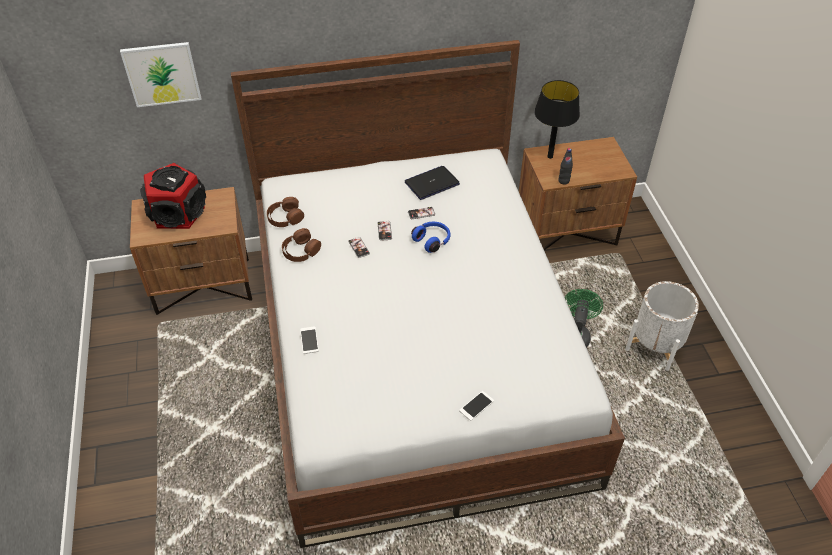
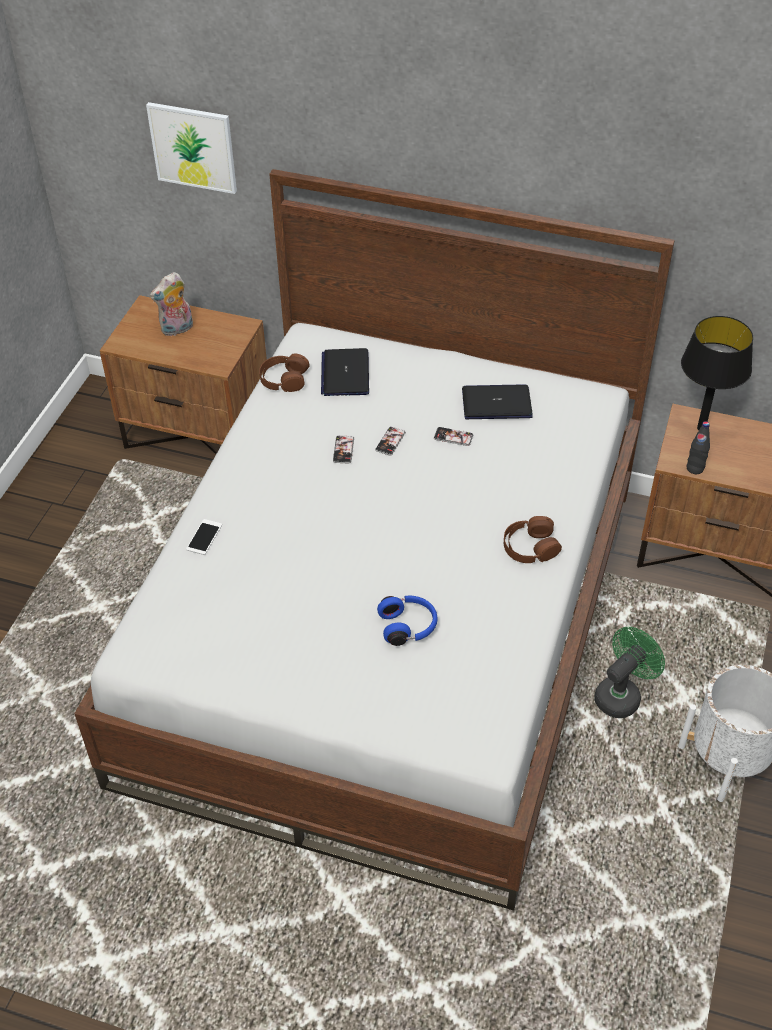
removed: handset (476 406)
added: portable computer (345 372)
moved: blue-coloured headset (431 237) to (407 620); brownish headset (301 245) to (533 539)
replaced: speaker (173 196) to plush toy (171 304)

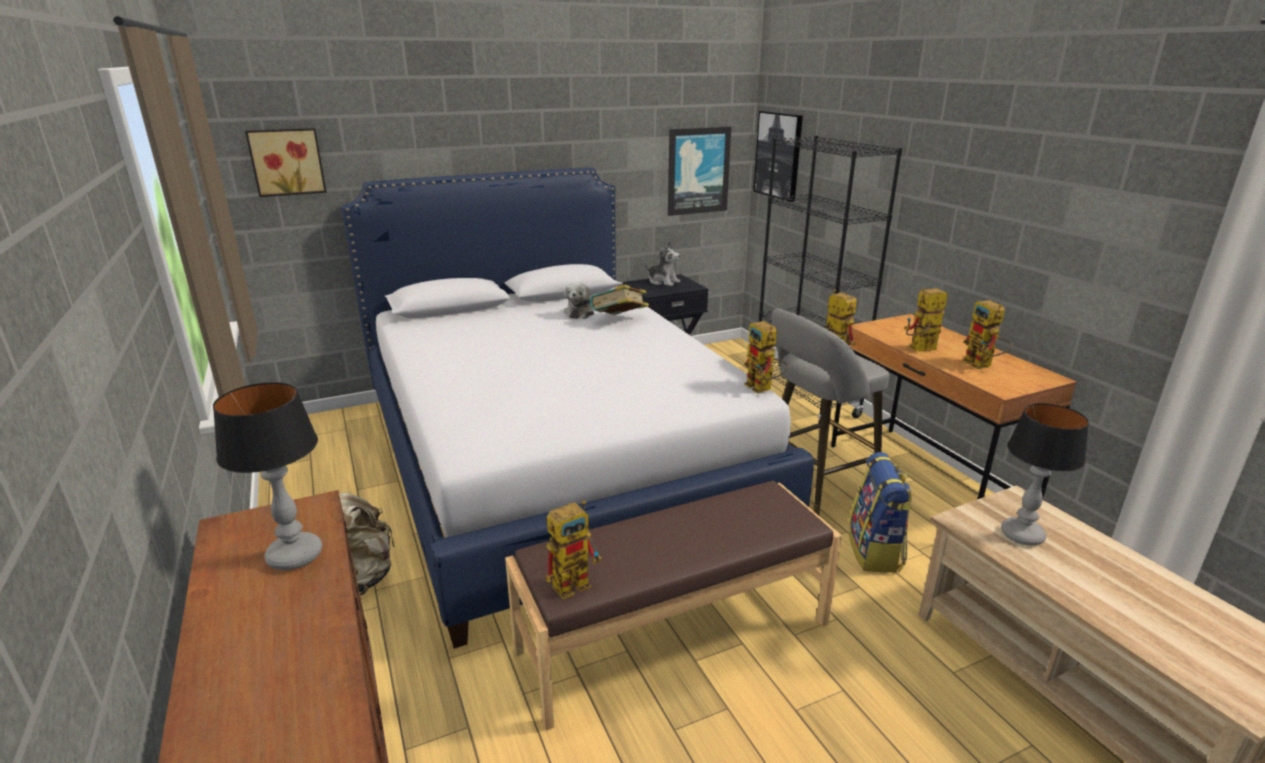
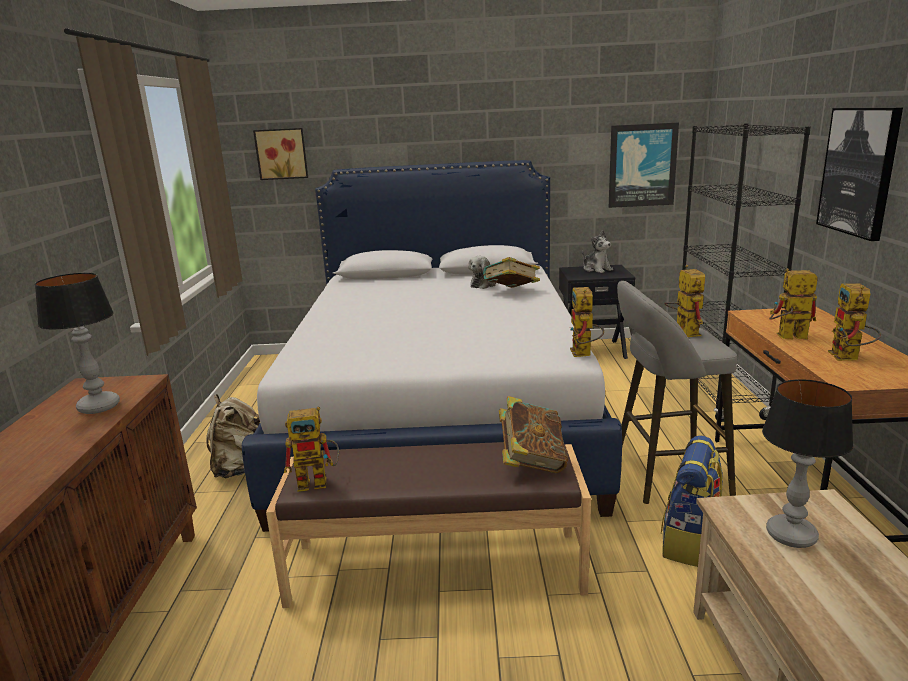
added: bound book (533 434)
moved: wall picture (778 156) to (859 174)

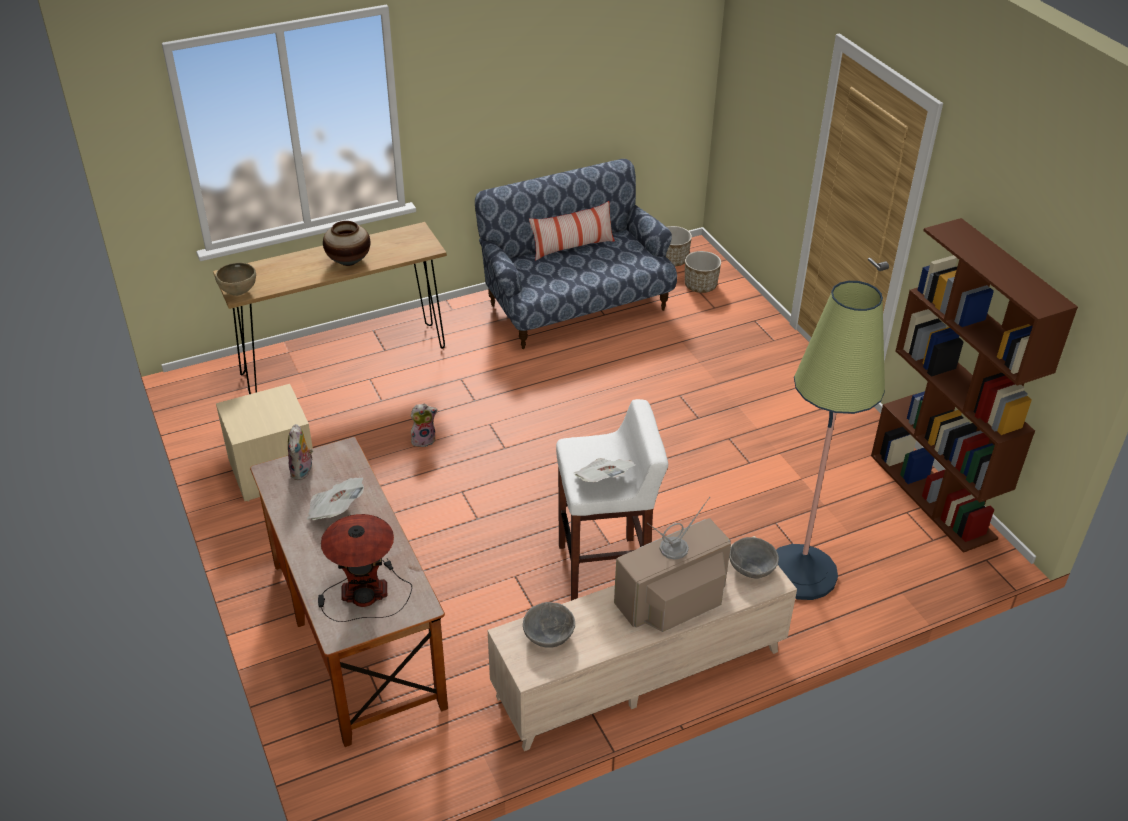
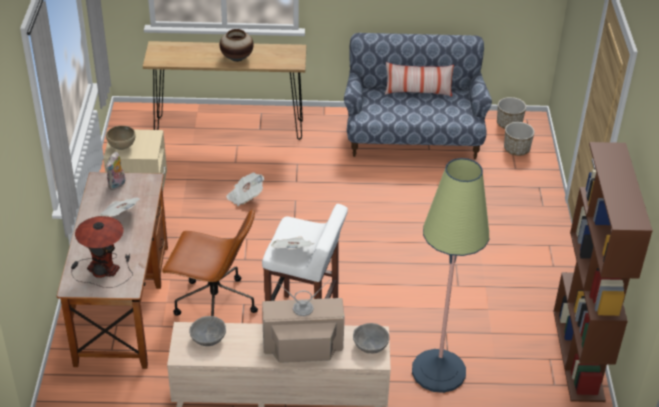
added: brownish desk chair (210 262)
moved: brownish deep dish (235 279) to (121 138)
replaced: plush toy (424 425) to newspaper (245 189)

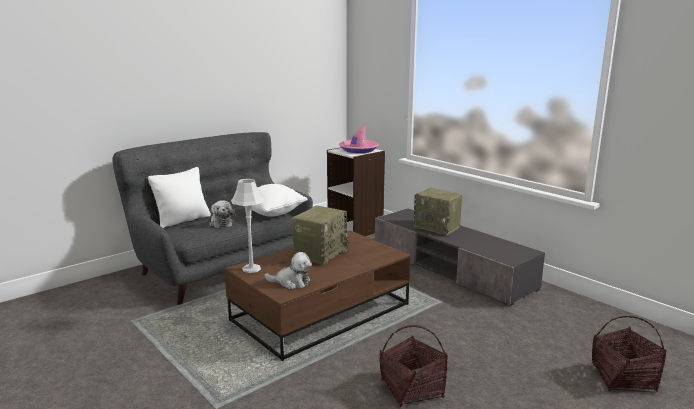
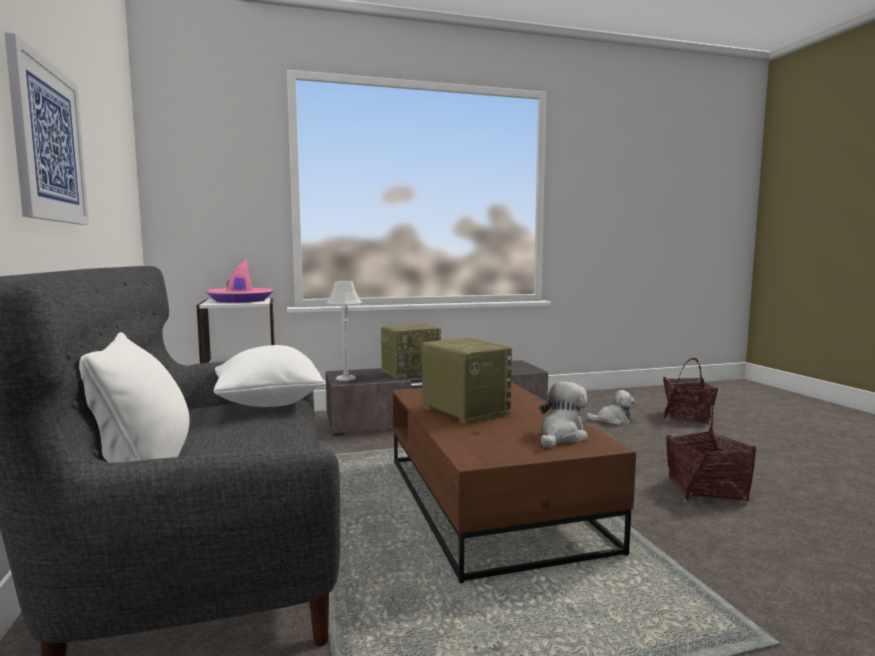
added: wall picture (46 129)
moved: grey lamp for a table (247 226) to (344 331); plush toy (222 214) to (610 407)

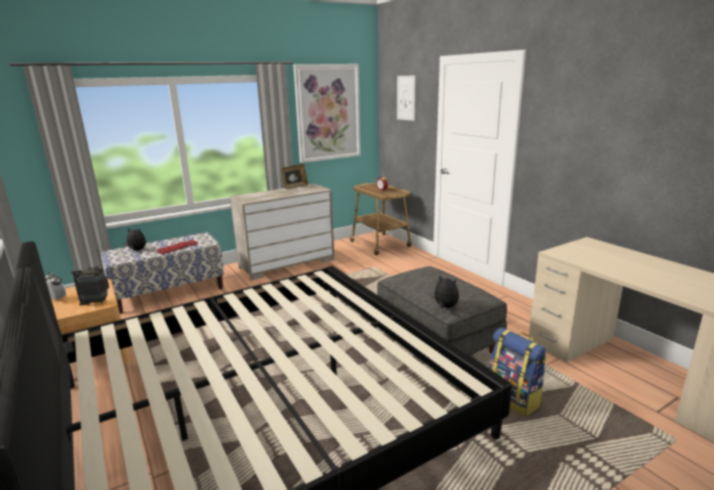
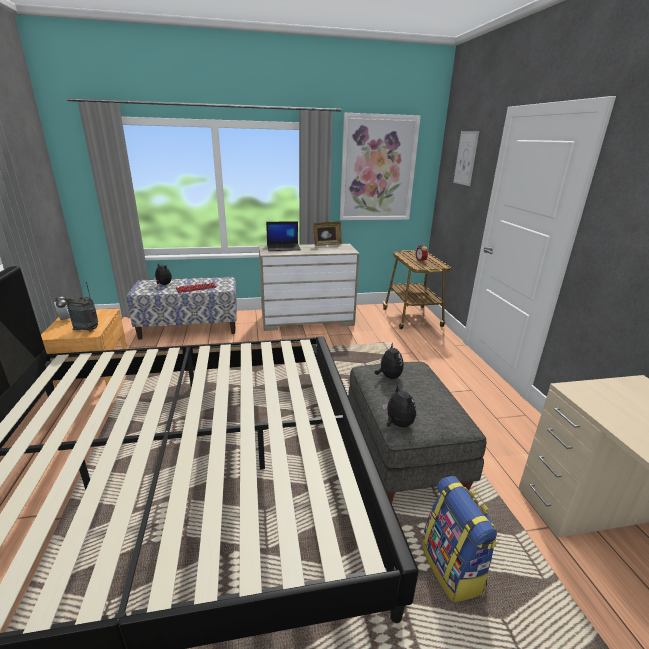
added: portable computer (283 236); plush toy (389 361)

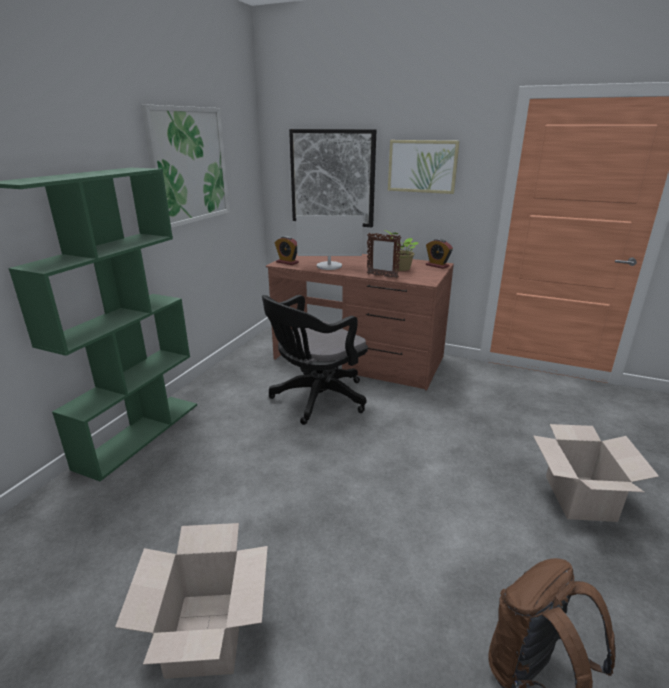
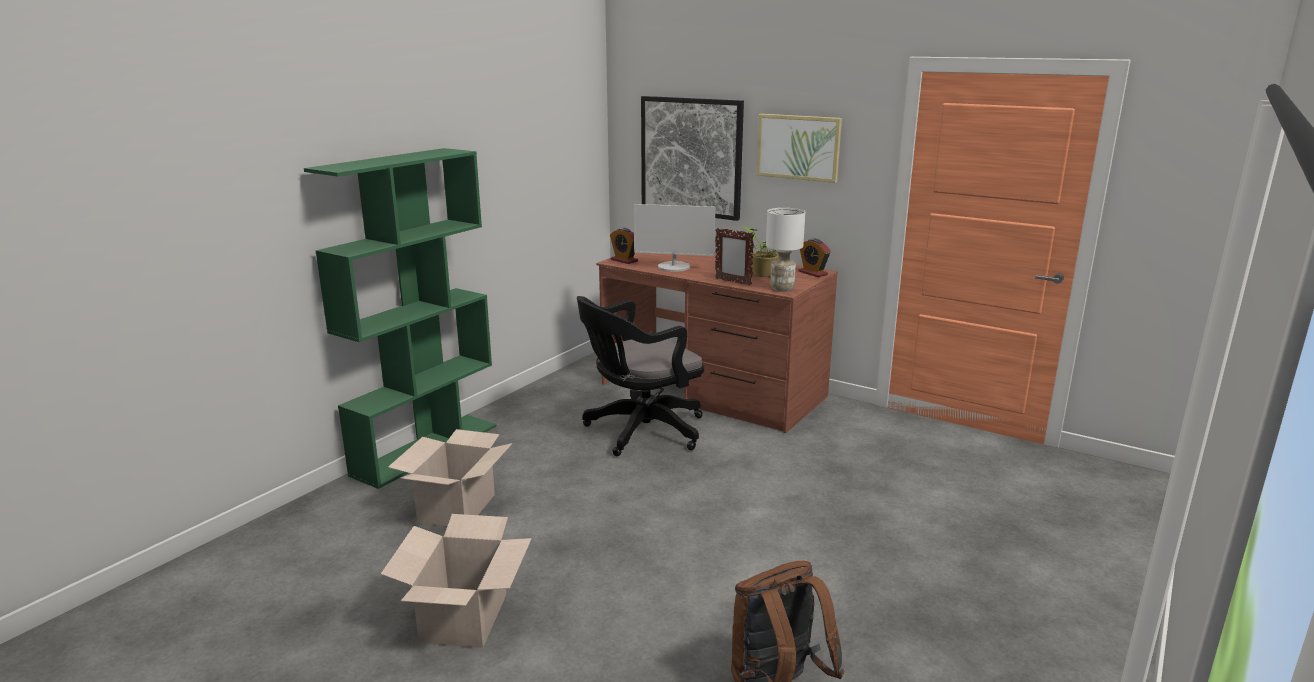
removed: wall picture (185 166)
added: white lamp for a table (785 250)
moved: packing box (596 473) to (450 478)

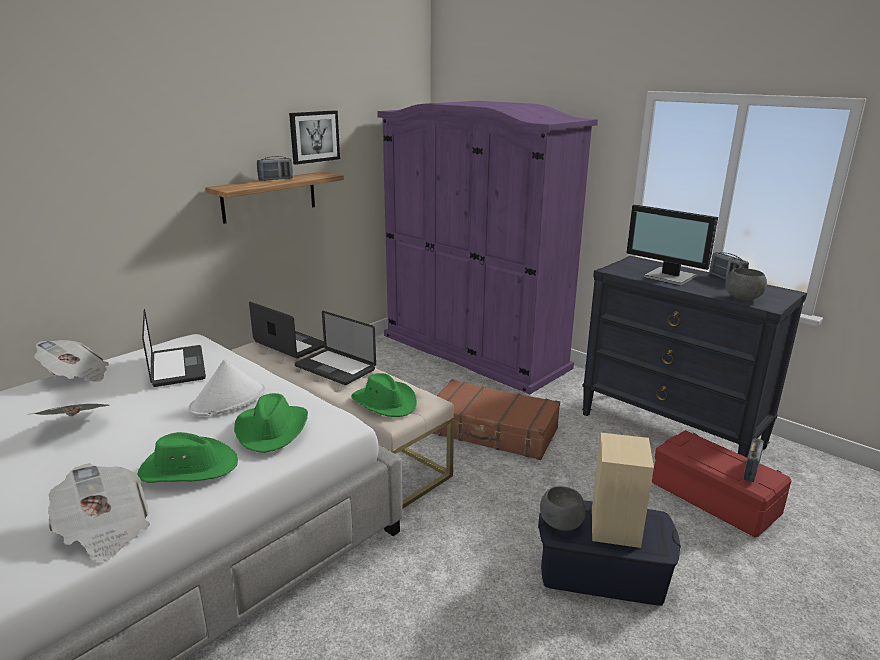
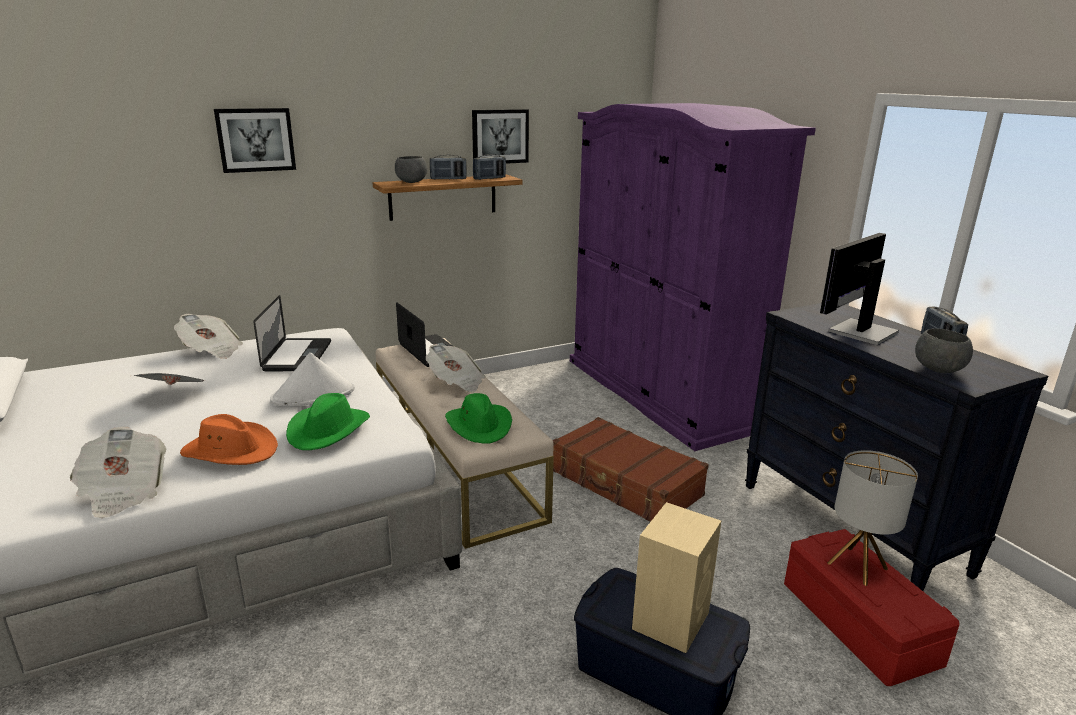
added: wall picture (255 140); lamp for a table (872 518)
moved: radio receiver (753 460) to (489 167); grey deep dish (563 508) to (411 169)
replaced: portable computer (335 348) to newspaper (455 368)
recoloured: greenish hat (187 457) to orangey hat (229 439)
turned: monitor (672 245) = (859 289) 75 degrees clockwise

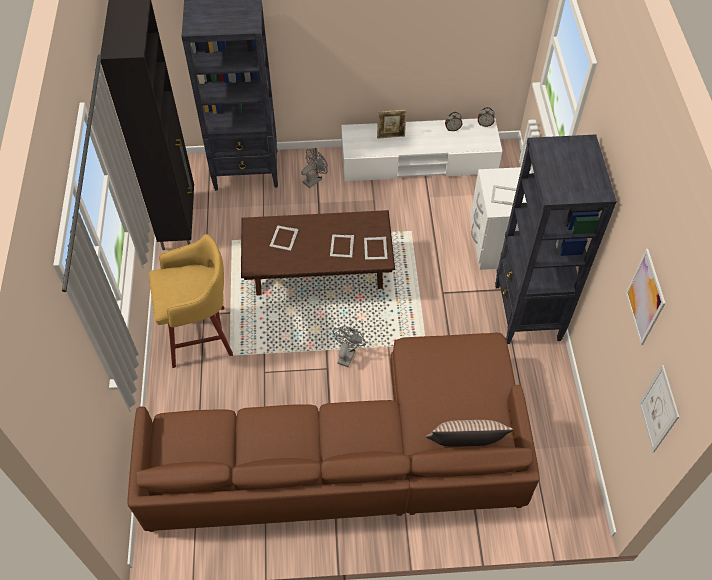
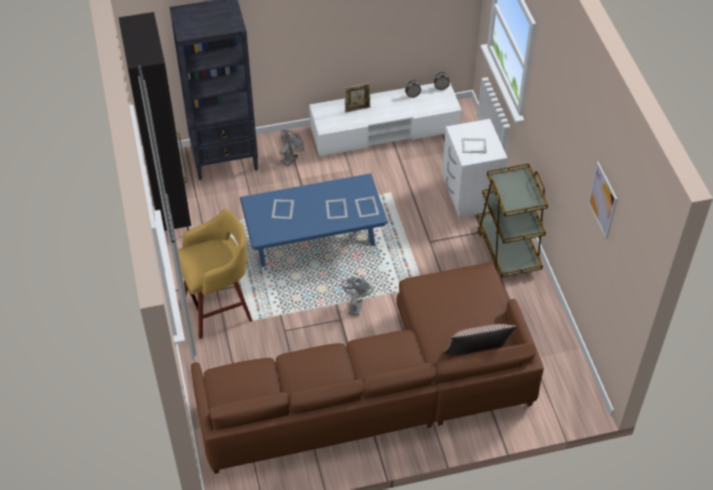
removed: wall picture (659 408)
replaced: black shelving unit (556 239) to brownish wheeled cart (512 220)
recoloured: brownish lounge table (318 253) to blue-coloured lounge table (314 220)

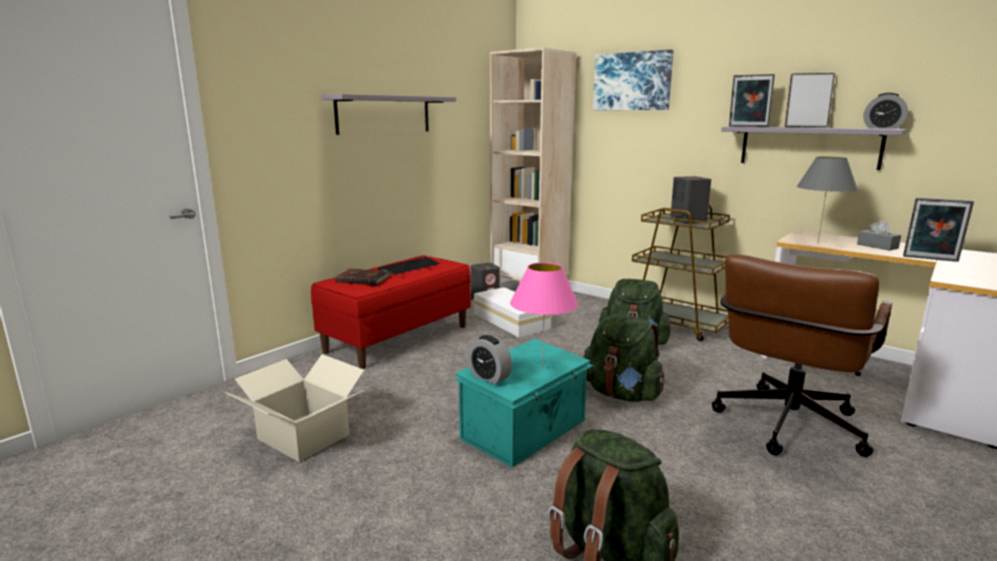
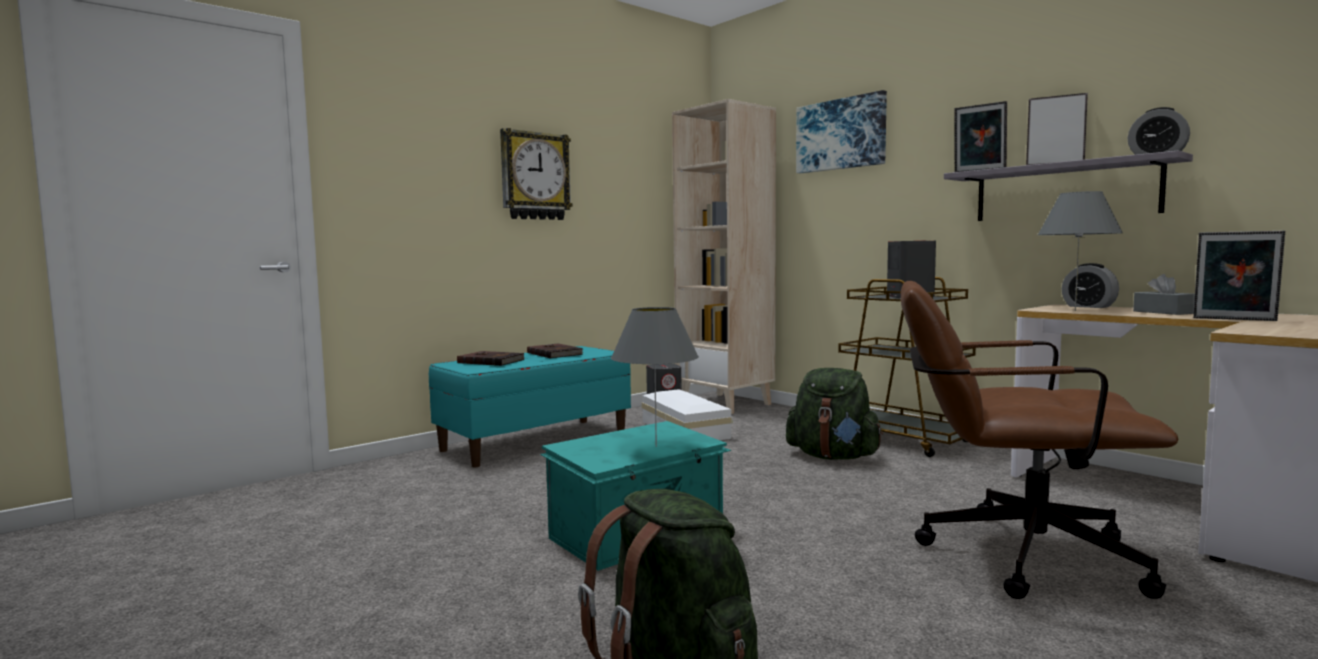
removed: greenish backpack (624 358); packing box (295 408)
moved: table clock (489 359) to (1090 285)
replaced: grey bracket shelf (388 114) to wall clock (536 174); keyboard (409 266) to brownish bound book (555 351)
recoloured: red-coloured bench (391 312) to turquoise-coloured bench (530 406); pink-coloured lamp for a table (544 316) to grey lamp for a table (655 377)
turned: brownish desk chair (802 356) = (1039 439) 60 degrees clockwise

